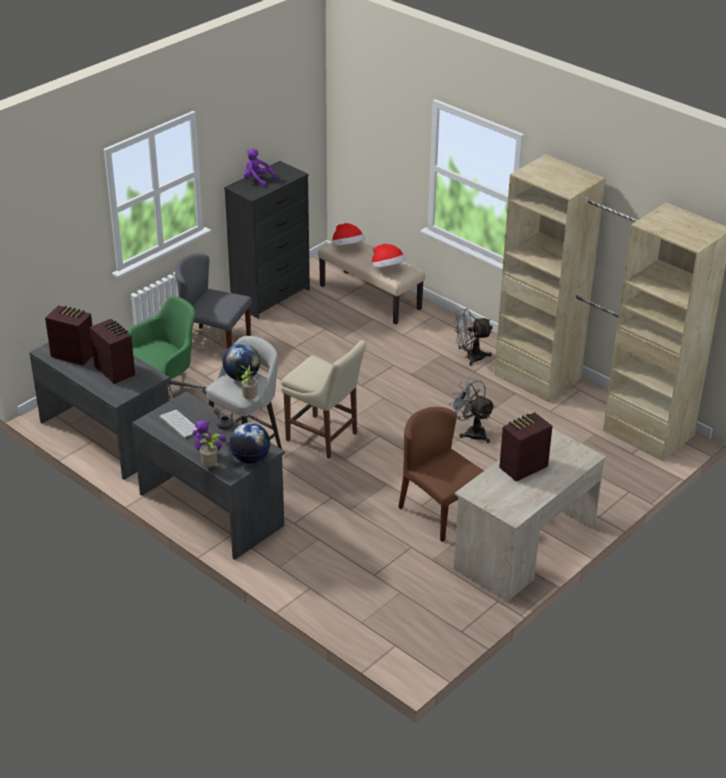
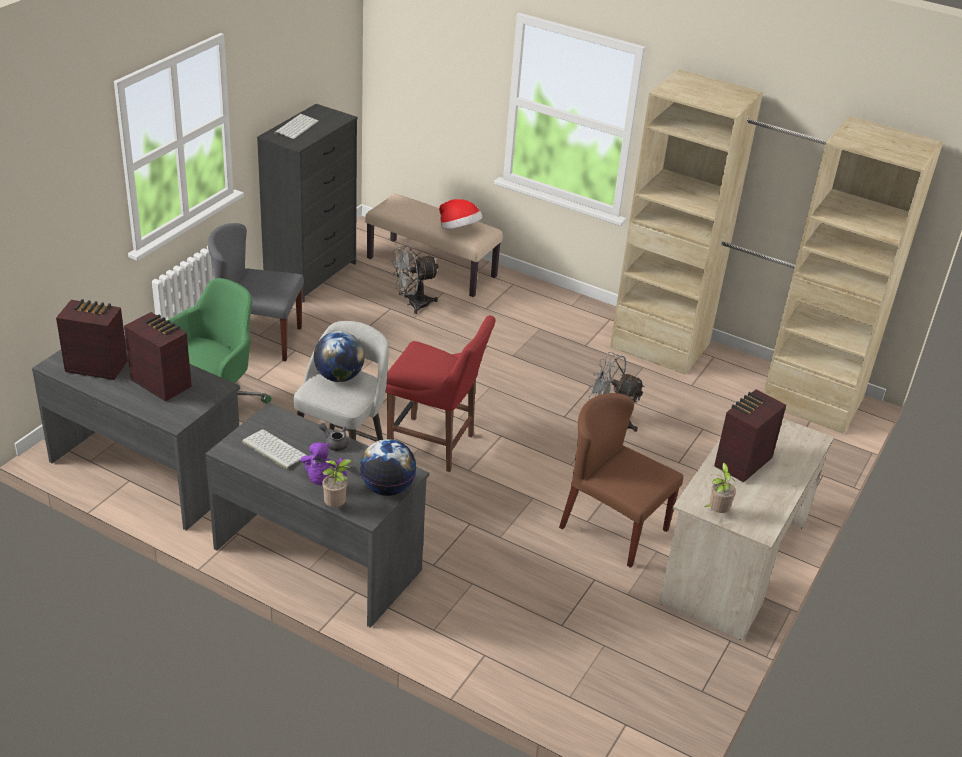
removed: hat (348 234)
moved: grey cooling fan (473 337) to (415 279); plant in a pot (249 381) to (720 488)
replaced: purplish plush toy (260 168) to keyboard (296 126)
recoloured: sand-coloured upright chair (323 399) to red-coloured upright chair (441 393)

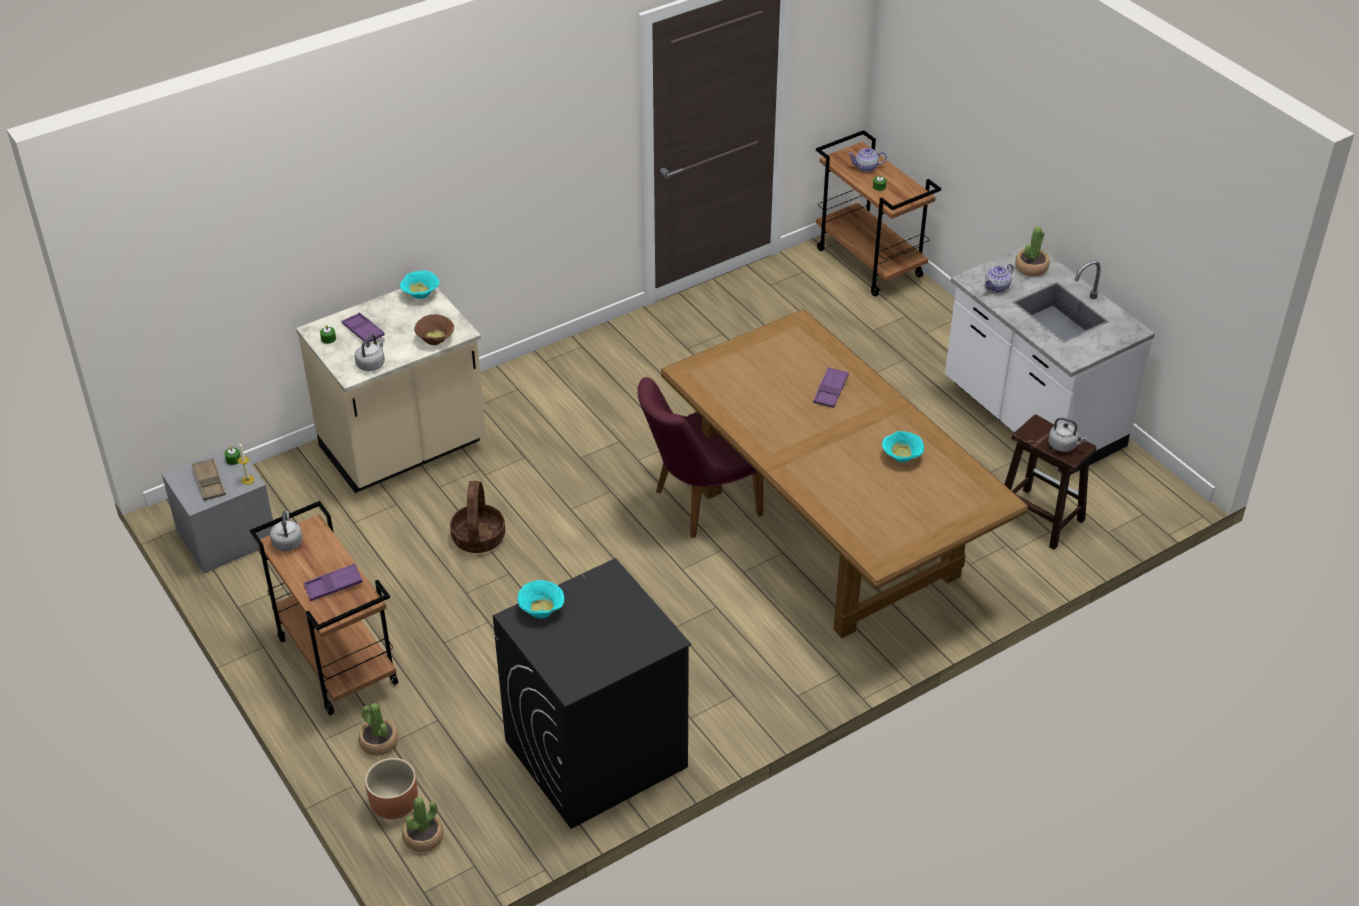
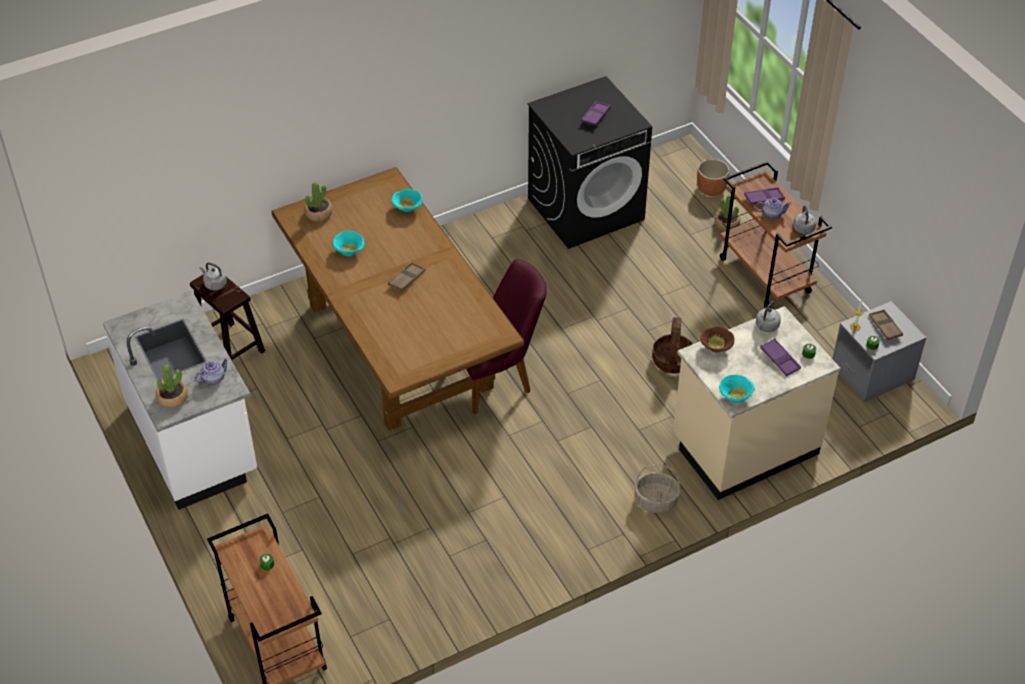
added: brownish tray (407 276); household basket (657 488)
moved: tea pot (867 160) to (774 208); purplish tray (831 387) to (596 113); turquoise-coloured deep dish (540 599) to (407 200); plant in a pot (423 824) to (318 202)

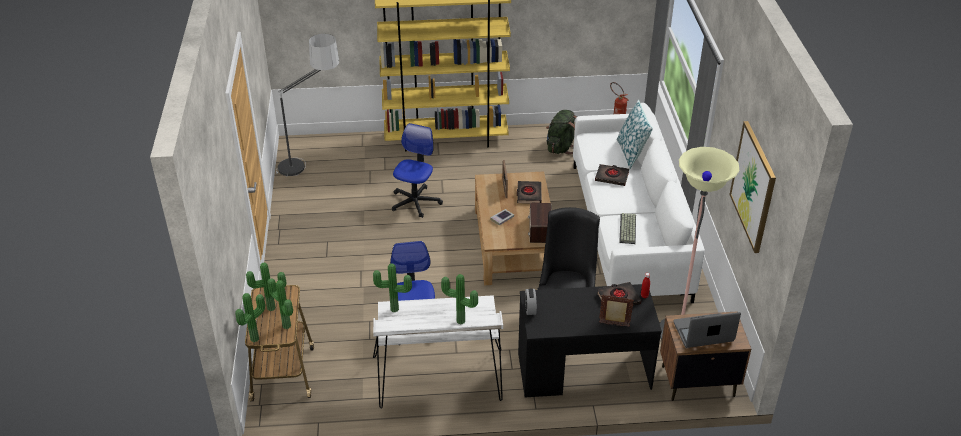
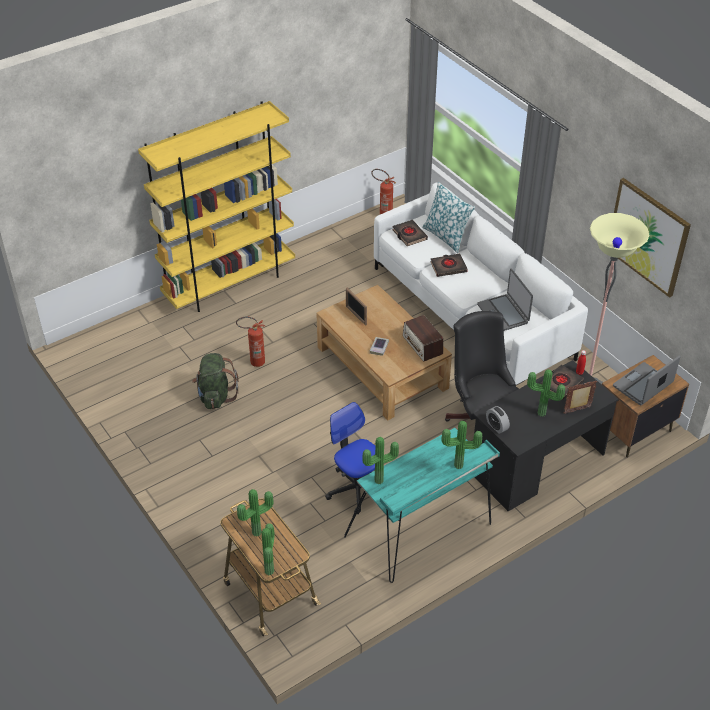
removed: standard lamp (307 105)
moved: greenish backpack (561 132) to (215 381); black bound book (529 192) to (410 233); plant in a pot (280 303) to (546 393)
replaced: desk chair (417 170) to fire extinguisher (251 342); keyboard (627 228) to portable computer (505 299)
recoloured: white desk unit (438 351) to turquoise-coloured desk unit (422 505)

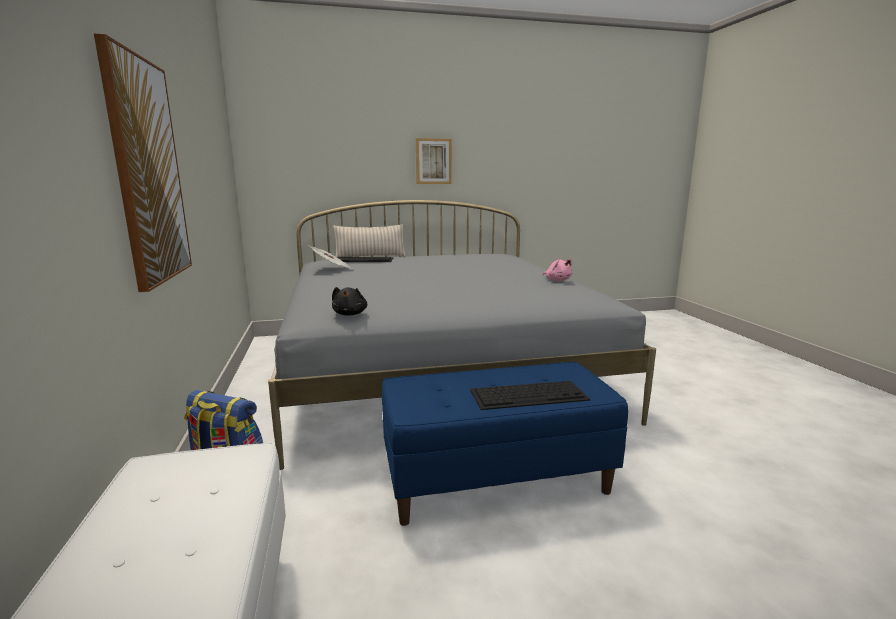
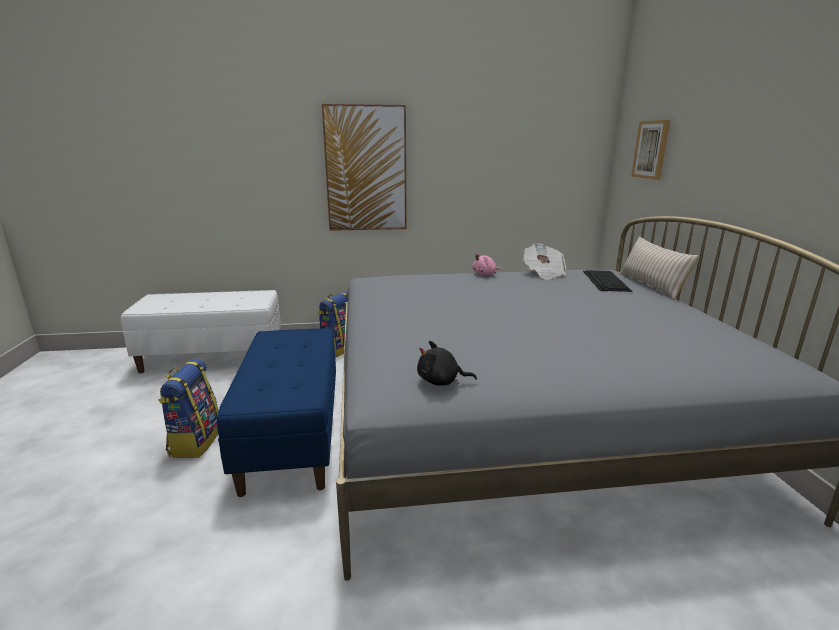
removed: keyboard (530 395)
added: backpack (188 408)
moved: wall picture (434 161) to (650 150); pink-coloured plush toy (557 270) to (487 264); black plush toy (349 301) to (447 363)

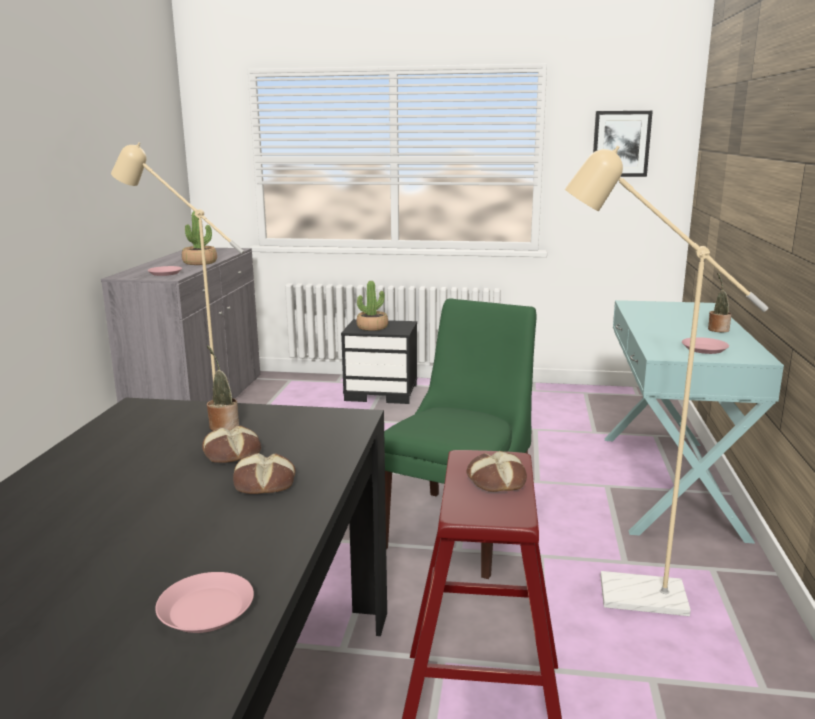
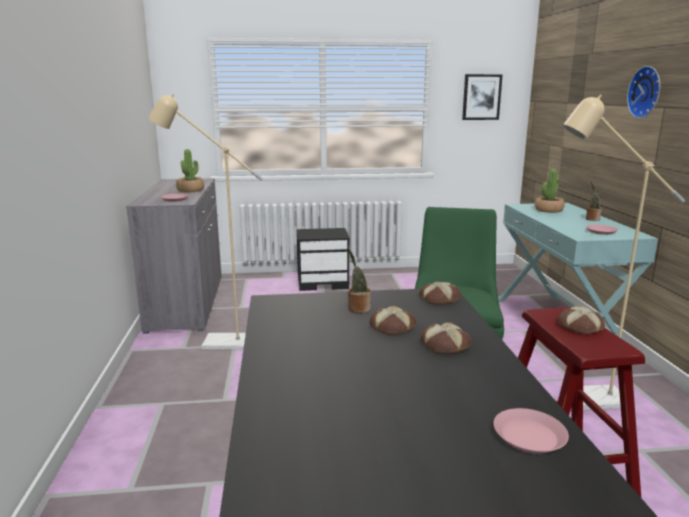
added: wall clock (643 92); bakery bread (440 293)
moved: plant in a pot (372 306) to (550 191)

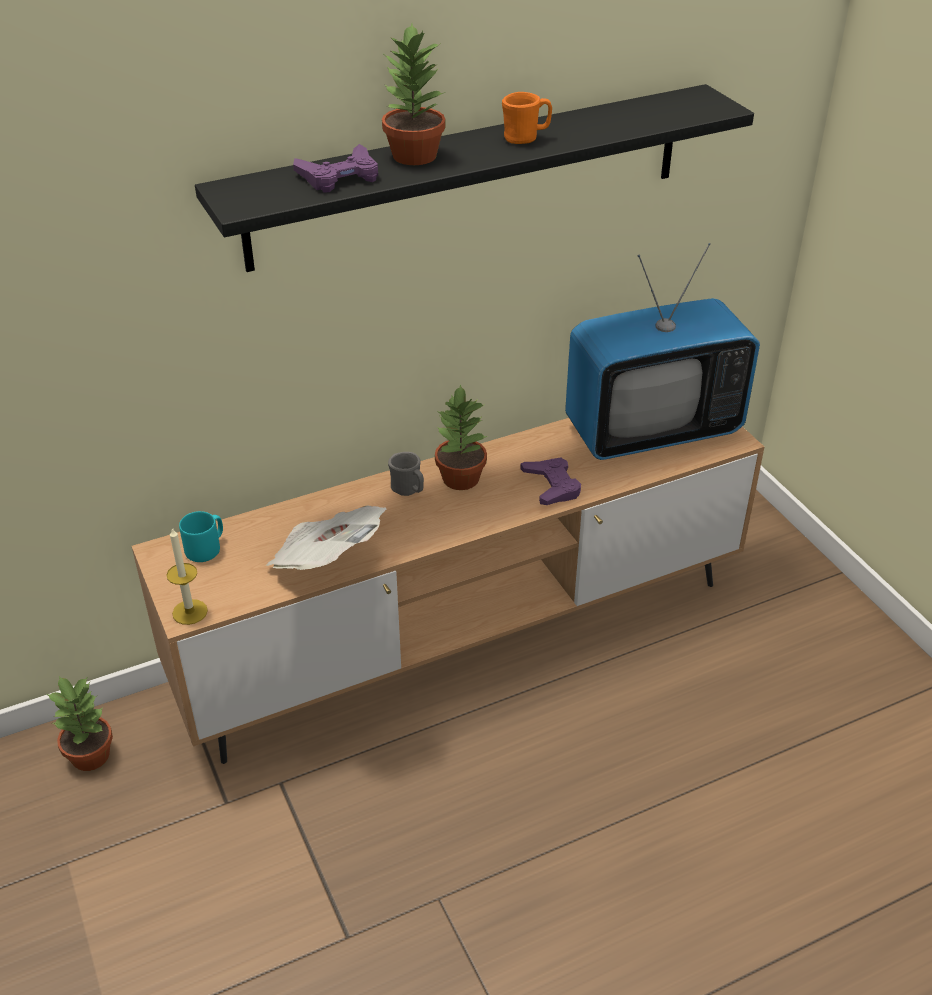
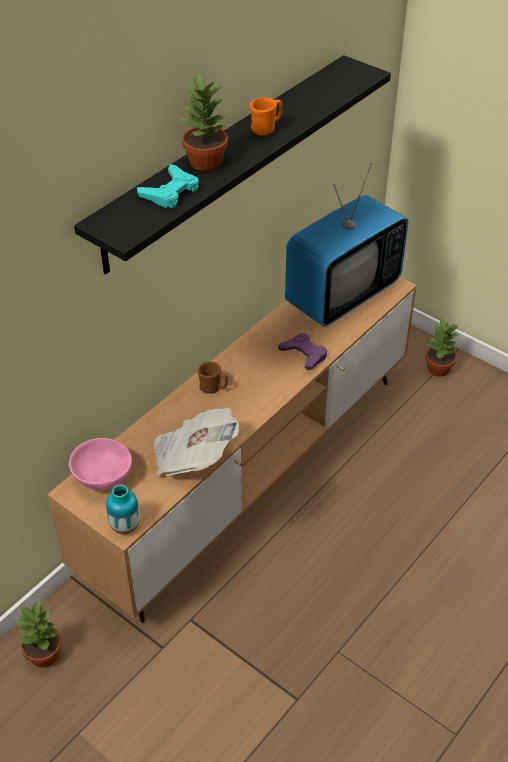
moved: plant in a pot (461 437) to (442 347)
replaced: turquoise-coloured mug (201 536) to pink-coloured deep dish (100 464); wax candle (187 576) to vase (123 509)
recoloured: purplish joypad (335 168) to turquoise-coloured joypad (168 186); grey mug (406 474) to brownish mug (213 377)

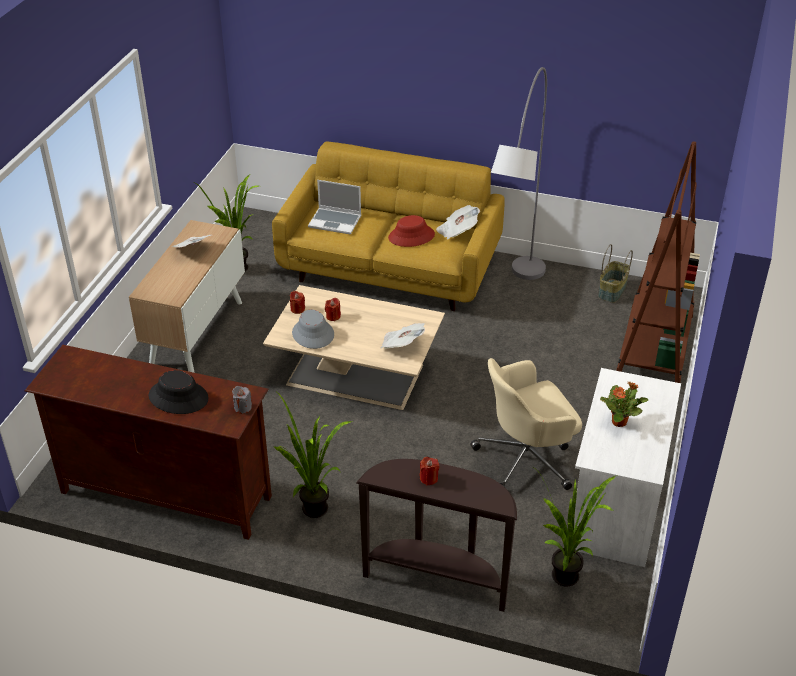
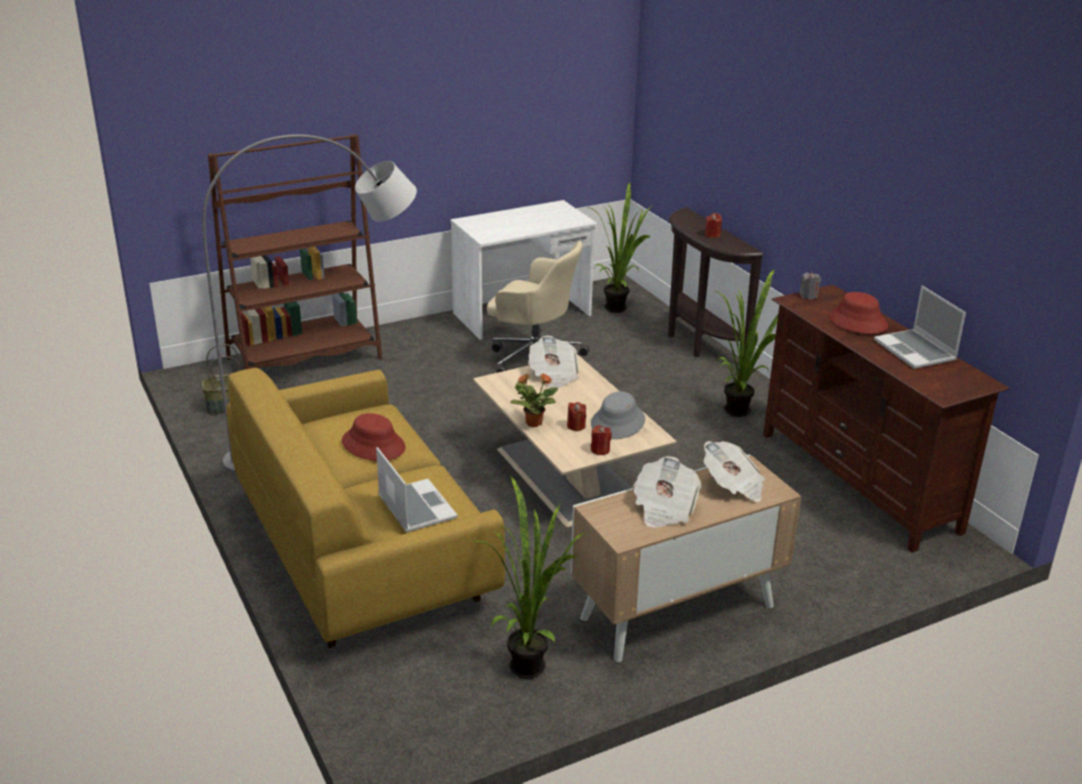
added: portable computer (920 327)
moved: newspaper (458 222) to (734 471); plant in a pot (624 404) to (534 400)
recoloured: black hat (179 392) to red-coloured hat (858 313)

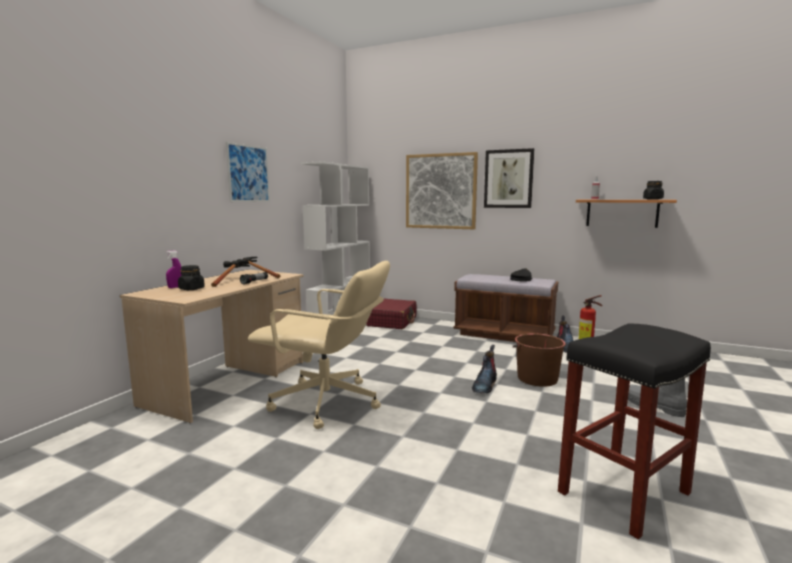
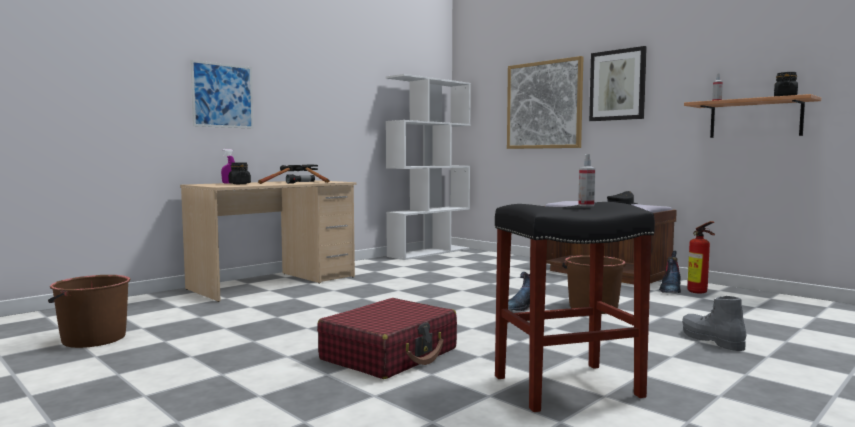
removed: sand-coloured desk chair (319 345)
added: hand sprayer (586 180); brownish water bucket (89 311)
moved: wall picture (248 172) to (222 94); red-coloured suitcase (391 313) to (387 338)

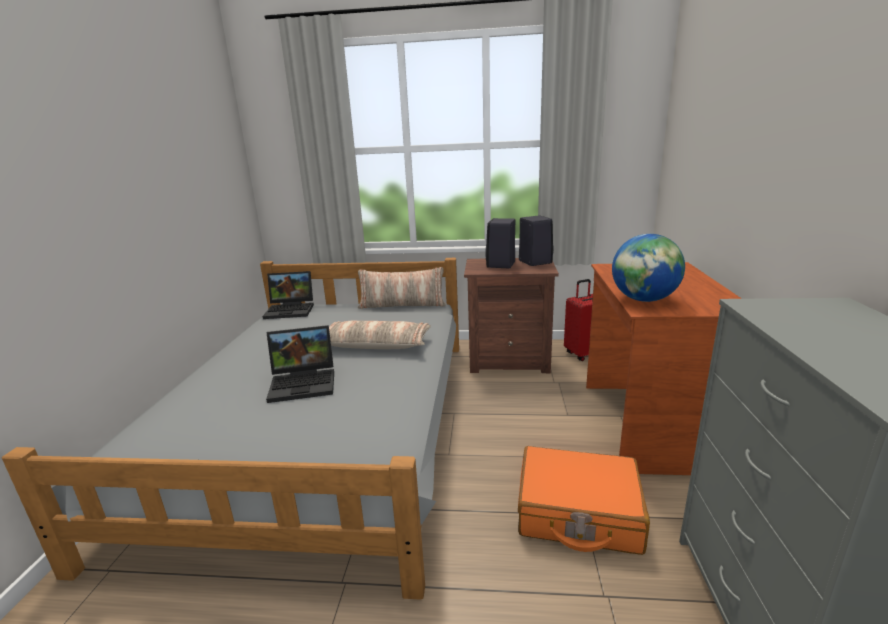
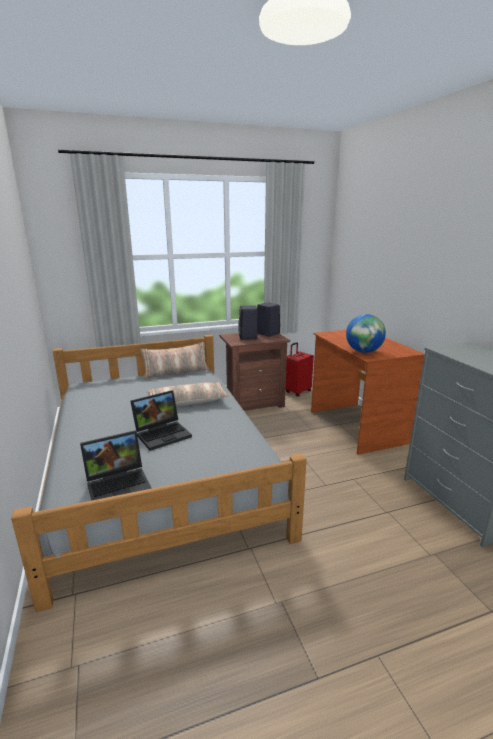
removed: orangey suitcase (584 500)
moved: portable computer (288 295) to (116 465)

